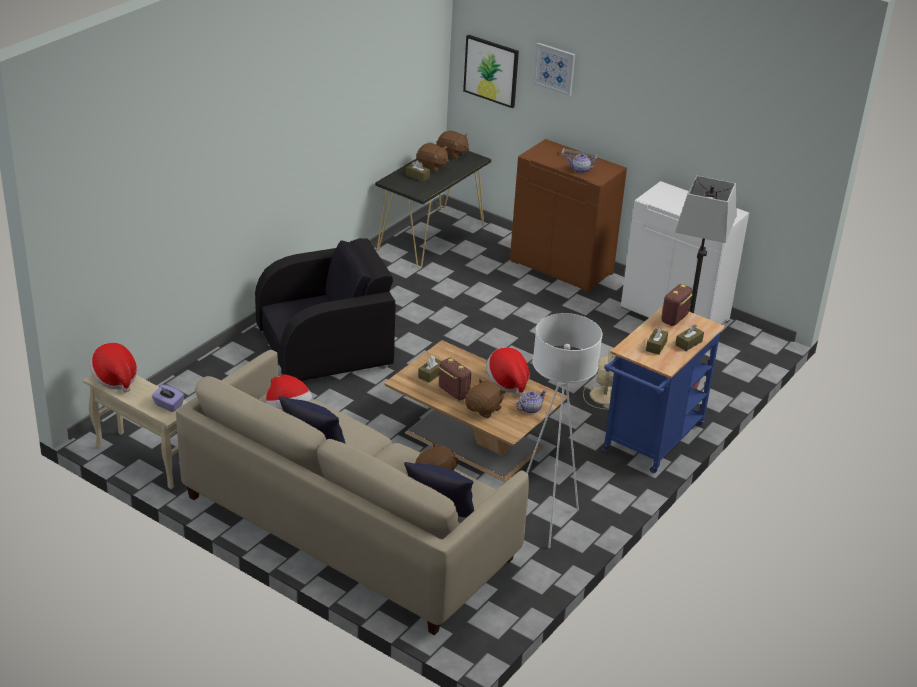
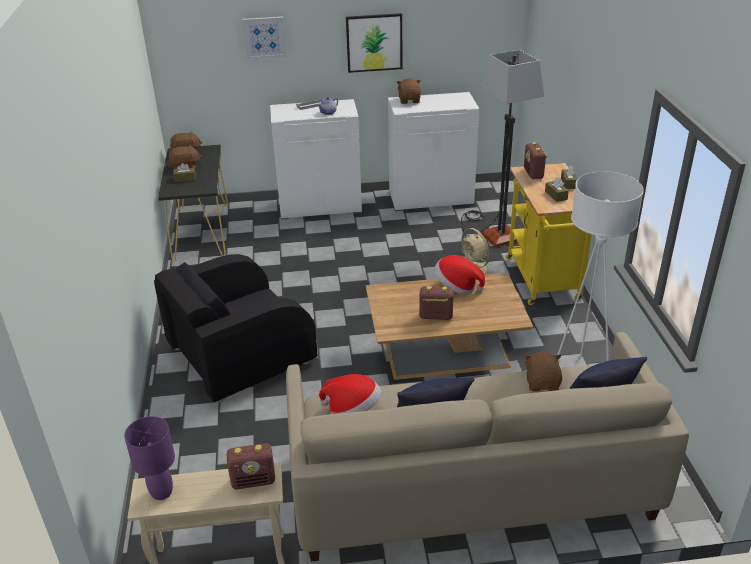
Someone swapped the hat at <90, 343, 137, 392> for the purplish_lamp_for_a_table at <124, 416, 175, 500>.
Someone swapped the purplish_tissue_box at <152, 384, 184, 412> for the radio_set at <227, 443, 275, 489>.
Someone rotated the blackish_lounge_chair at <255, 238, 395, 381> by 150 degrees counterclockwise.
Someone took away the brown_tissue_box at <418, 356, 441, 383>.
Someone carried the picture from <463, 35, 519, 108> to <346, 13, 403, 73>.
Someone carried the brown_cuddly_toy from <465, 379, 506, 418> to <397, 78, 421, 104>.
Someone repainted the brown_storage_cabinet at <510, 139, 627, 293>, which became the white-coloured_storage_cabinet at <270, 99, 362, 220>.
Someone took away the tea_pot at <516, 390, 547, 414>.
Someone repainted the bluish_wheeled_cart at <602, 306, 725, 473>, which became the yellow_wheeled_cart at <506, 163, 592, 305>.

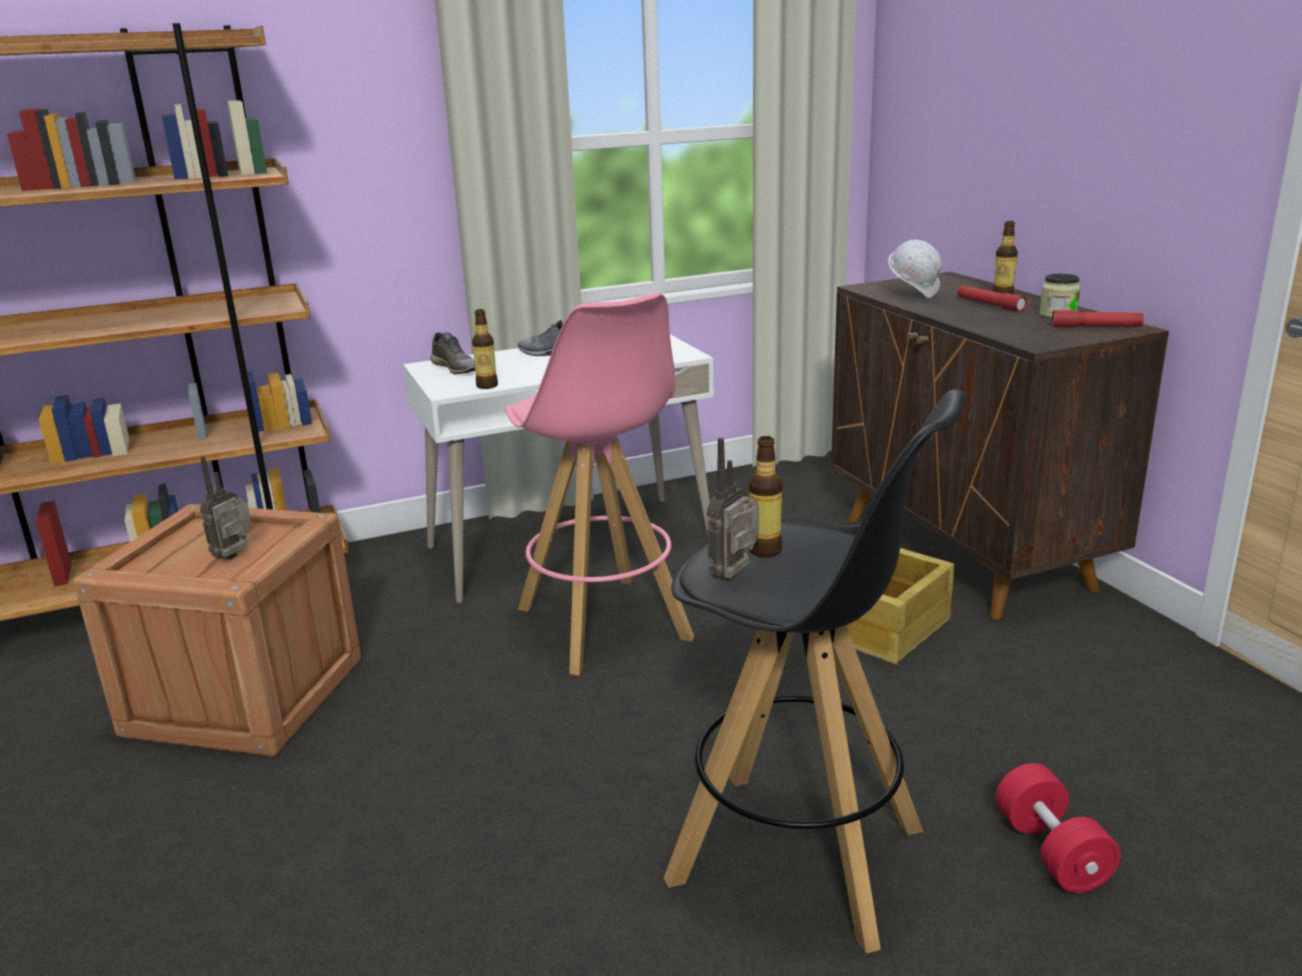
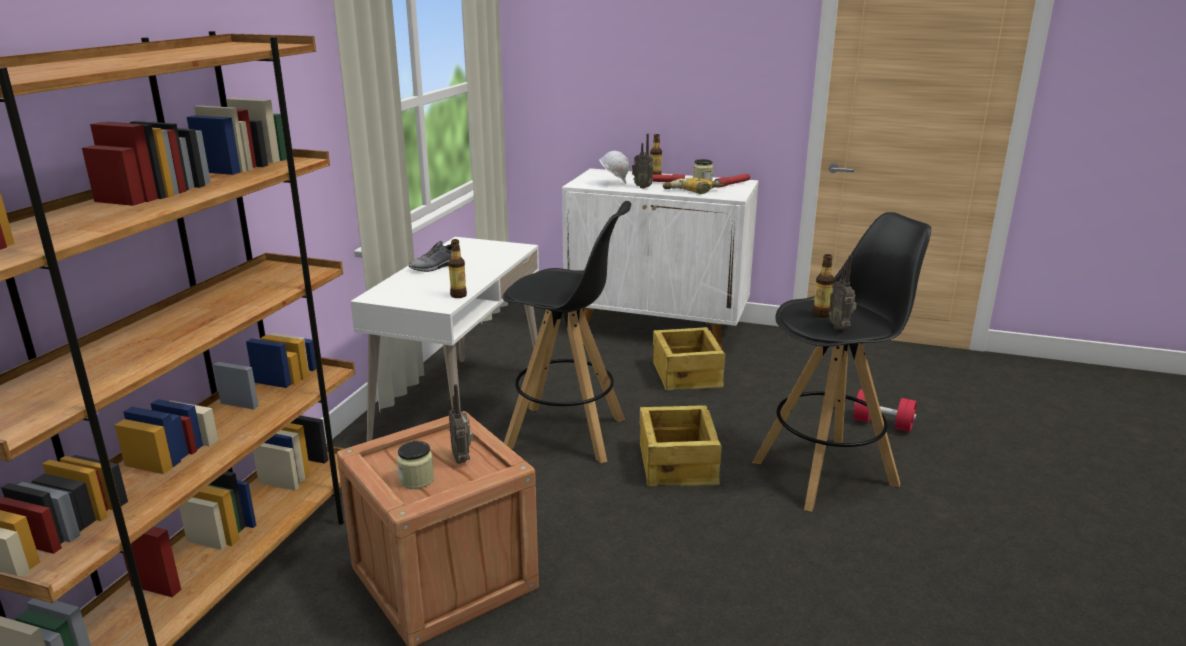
Someone took away the gray_item_of_footwear at <430, 332, 476, 374>.
Someone repainted the pink-coloured_stool at <505, 293, 694, 676>, which became the blackish_stool at <503, 201, 631, 463>.
Someone repainted the brown_storage_cabinet at <831, 272, 1169, 619>, which became the white-coloured_storage_cabinet at <562, 168, 759, 350>.
Someone put down the jar at <397, 441, 434, 489>.
Someone put down the radio_set at <632, 134, 653, 188>.
Someone put down the crate at <640, 405, 722, 486>.
Someone put down the power_drill at <663, 177, 725, 194>.

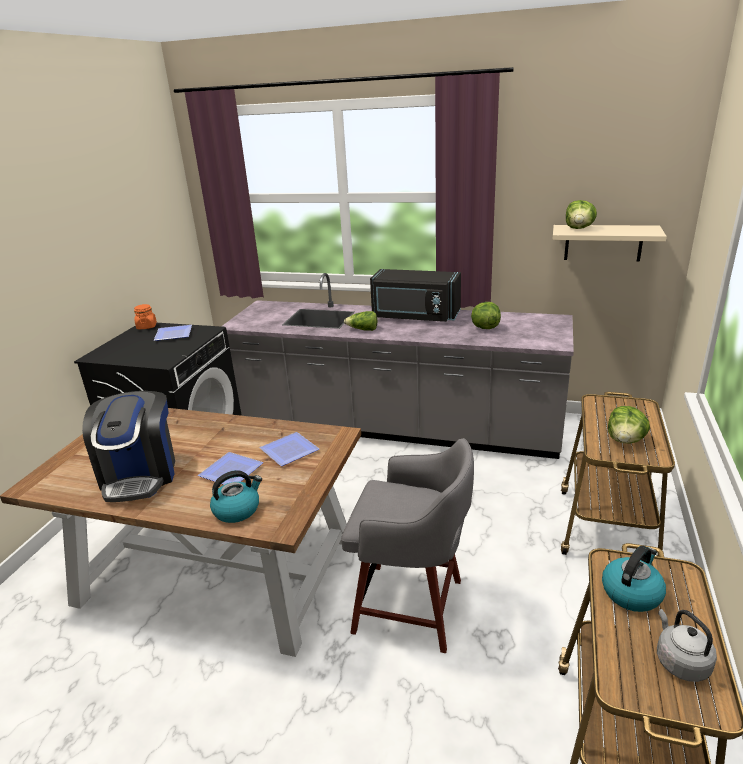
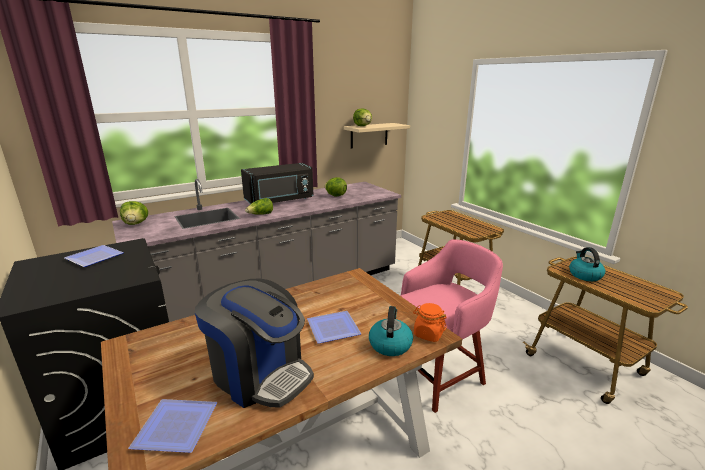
Someone carried the orange_jar from <134, 304, 157, 329> to <413, 303, 447, 342>.
Someone carried the dinner_plate from <259, 432, 319, 466> to <128, 399, 217, 453>.
Someone repainted the gray_stool at <341, 438, 474, 653>, which became the pink-coloured_stool at <400, 239, 503, 413>.
Someone carried the lettuce from <608, 406, 650, 444> to <120, 201, 148, 225>.
Someone took away the gray_water_kettle at <657, 609, 717, 682>.

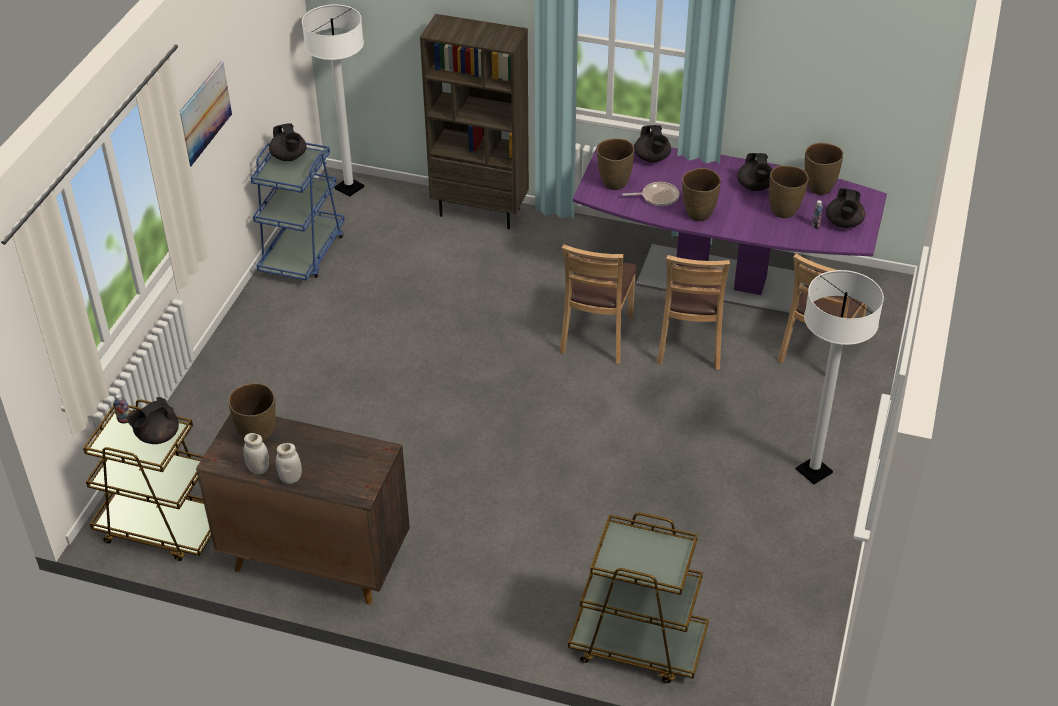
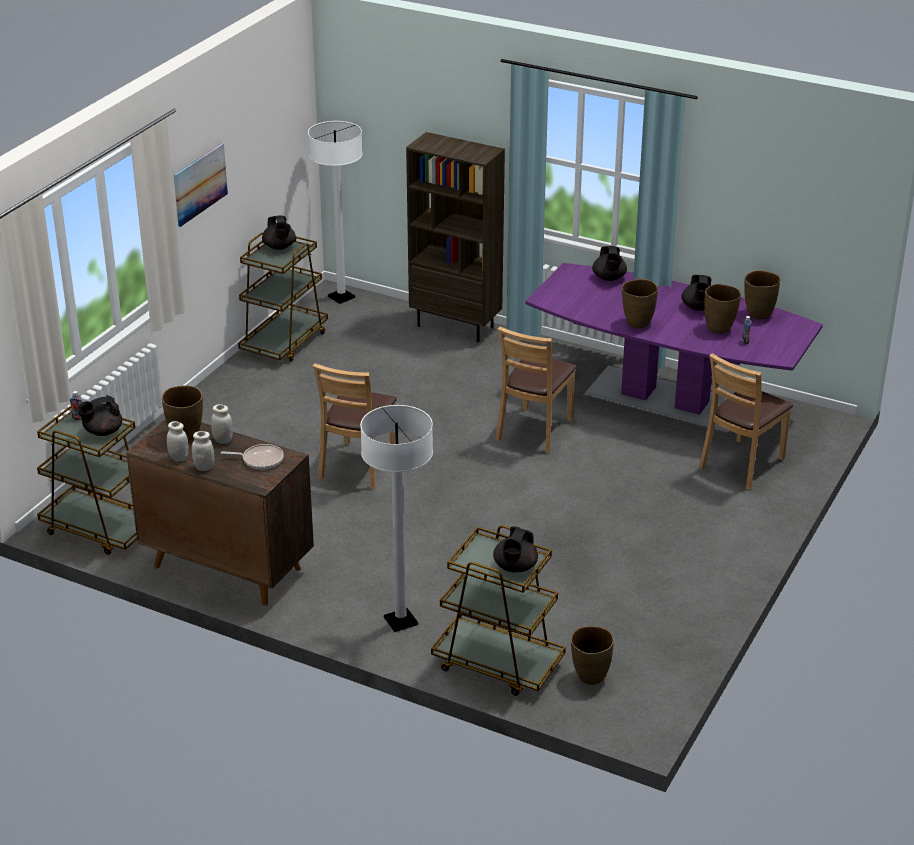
Someone repainted the bluish_wheeled_cart at <250, 143, 345, 281>, which became the brown_wheeled_cart at <238, 232, 328, 362>.
Someone carried the brown_flower_vase from <597, 139, 634, 190> to <571, 626, 614, 685>.
Someone carried the pan from <622, 182, 680, 206> to <221, 444, 284, 469>.
Someone carried the brown_upright_chair from <657, 255, 730, 370> to <313, 363, 397, 490>.
Someone carried the white-coloured_standing_lamp from <796, 270, 884, 484> to <360, 405, 433, 632>.
Someone carried the blackish_tea_pot from <826, 188, 865, 228> to <493, 526, 538, 572>.
Someone put down the white-coloured_jar at <211, 404, 233, 444>.

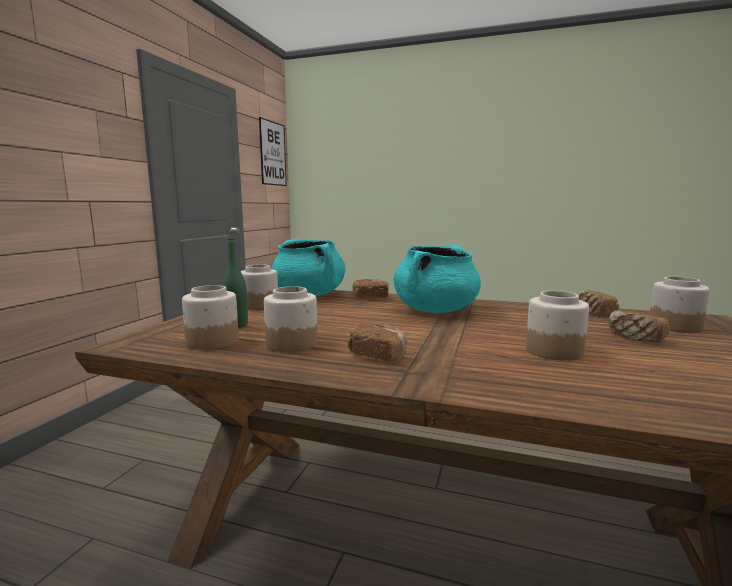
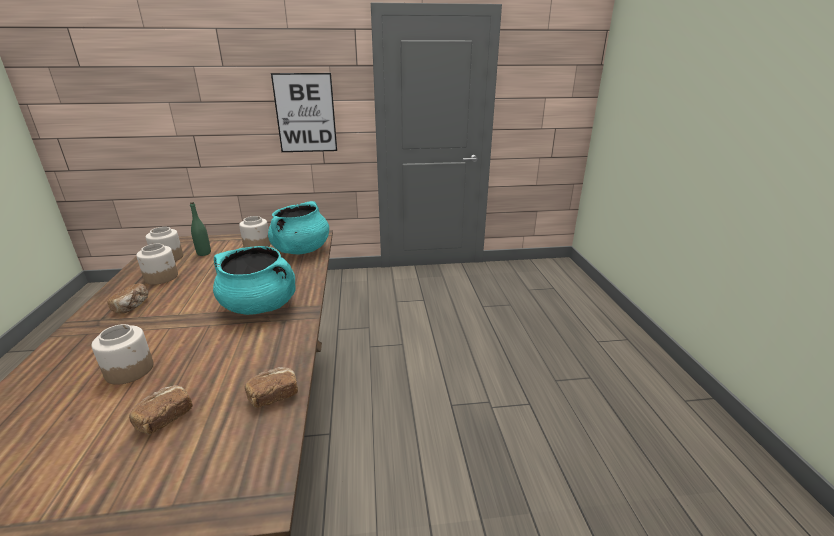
Someone carried the picture from <259, 117, 287, 186> to <271, 73, 337, 152>.
Someone took away the bakery_bread at <353, 279, 389, 298>.
Someone took away the jar at <650, 276, 710, 333>.

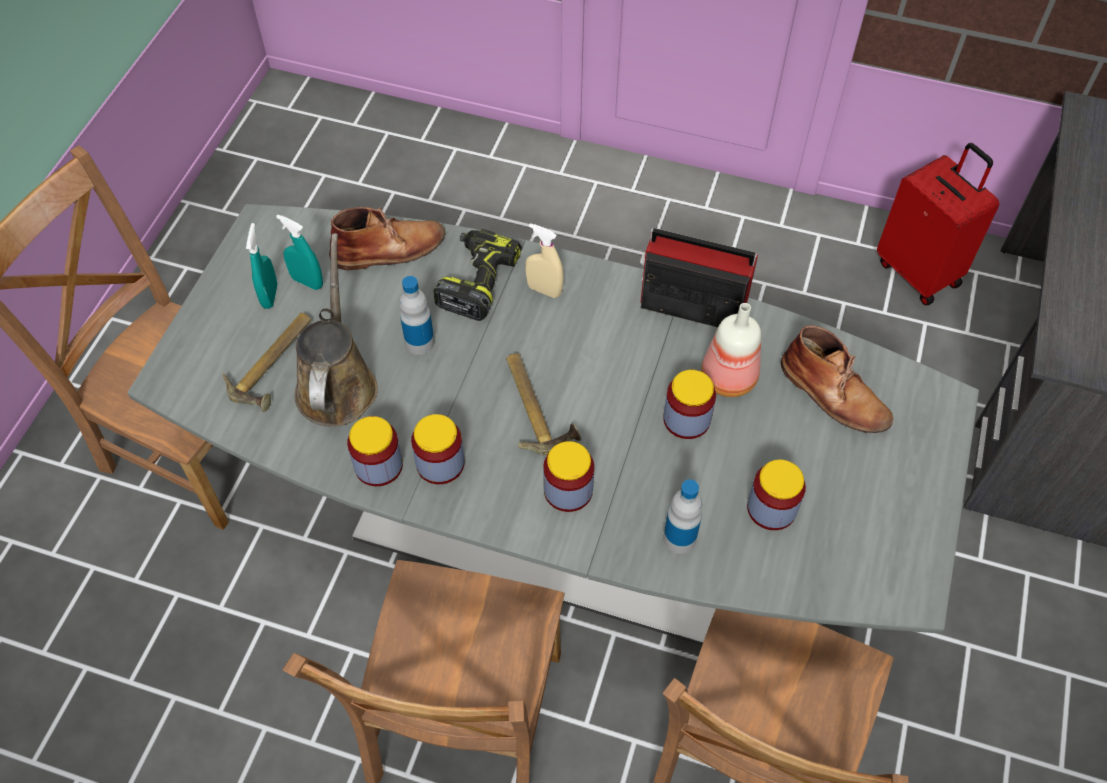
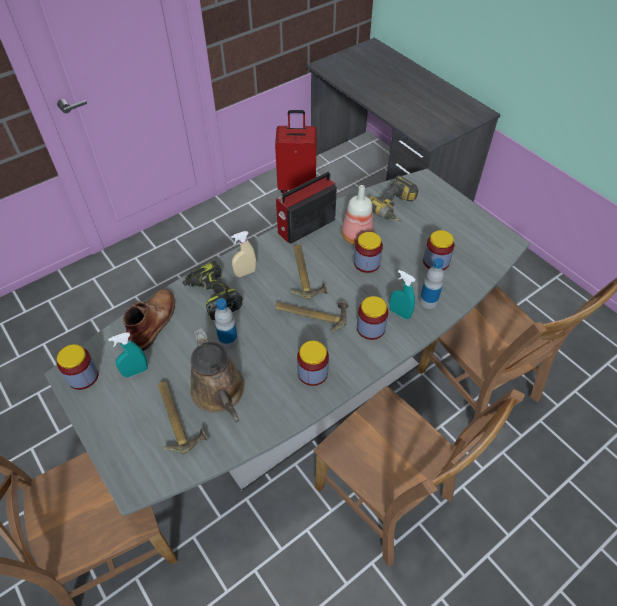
Someone carried the turquoise_spray_bottle from <246, 223, 277, 309> to <389, 270, 416, 319>.
Someone rotated the brown_watering_can at <295, 233, 378, 427> by 150 degrees counterclockwise.
Someone carried the jar from <347, 416, 403, 486> to <57, 344, 99, 390>.
Someone swapped the brown_tall_boot at <781, 325, 893, 433> for the power_drill at <368, 175, 418, 222>.
Someone put down the hammer at <291, 245, 328, 299>.

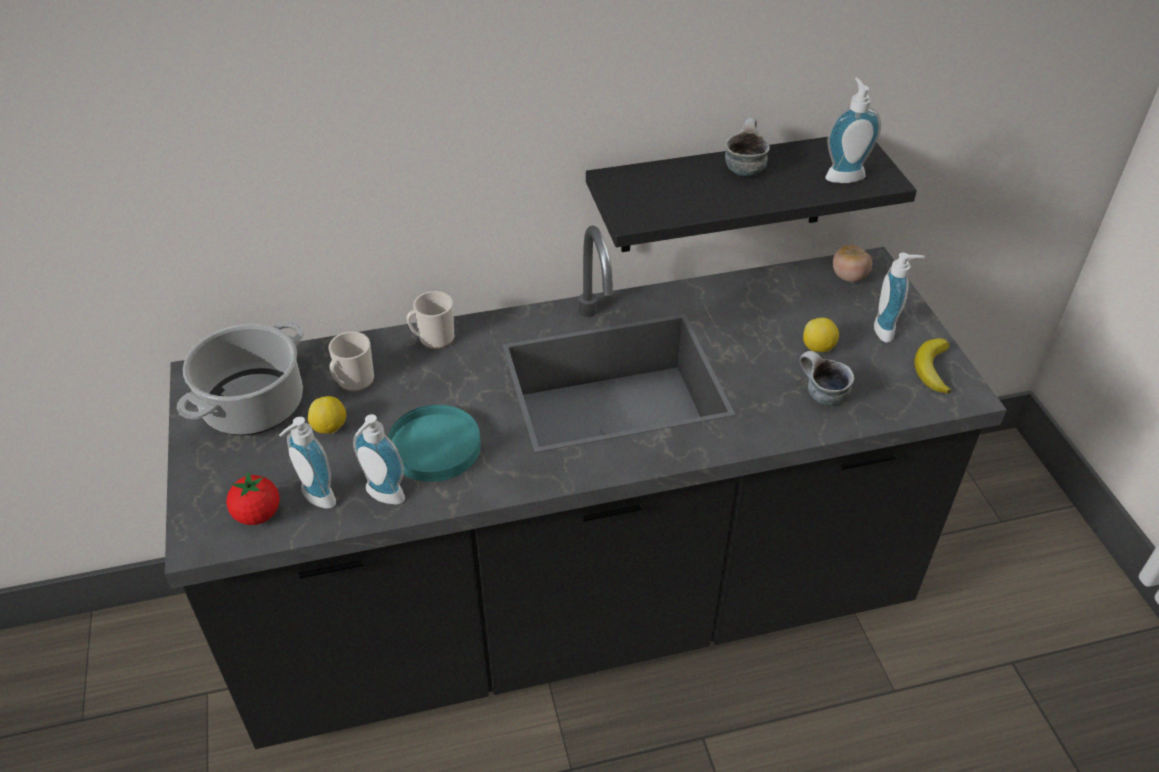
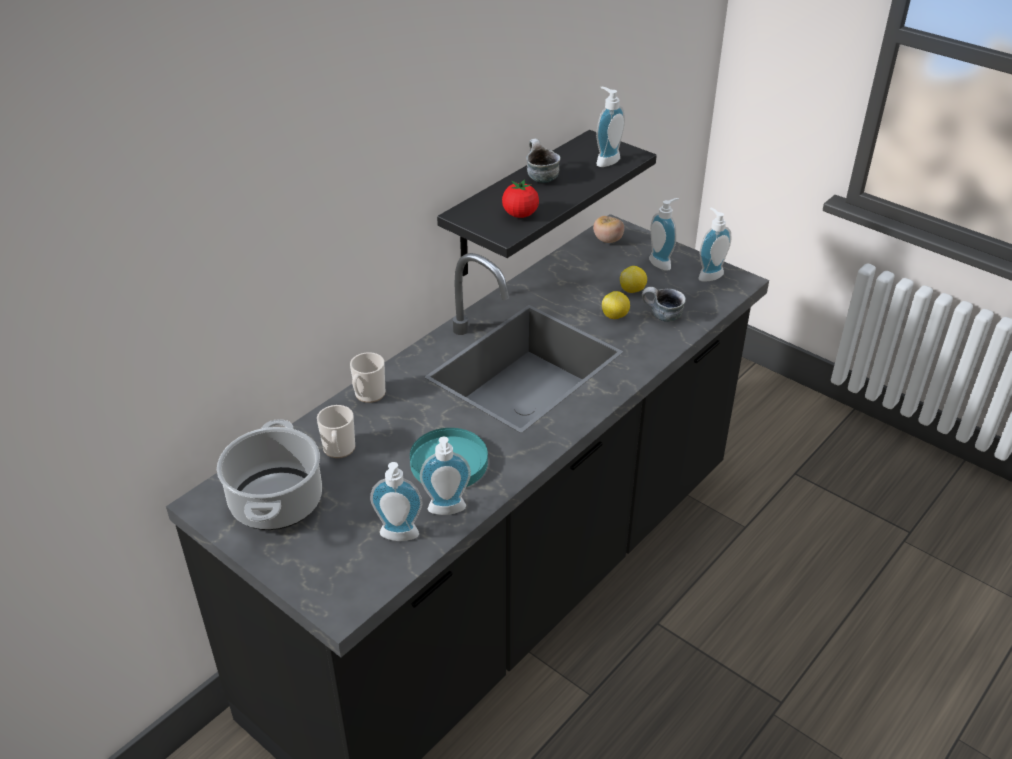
Someone carried the tomato from <226, 472, 280, 525> to <502, 179, 539, 218>.
Someone carried the lemon from <308, 396, 346, 434> to <602, 291, 630, 319>.
Someone swapped the banana_fruit at <914, 338, 952, 394> for the liquid_soap_bottle at <698, 208, 731, 282>.

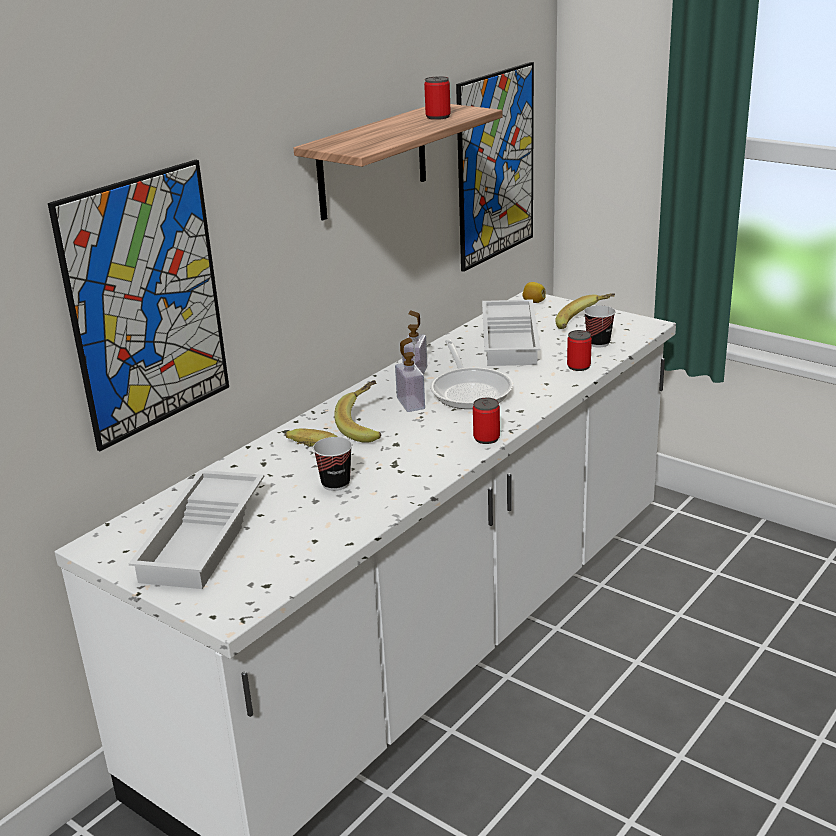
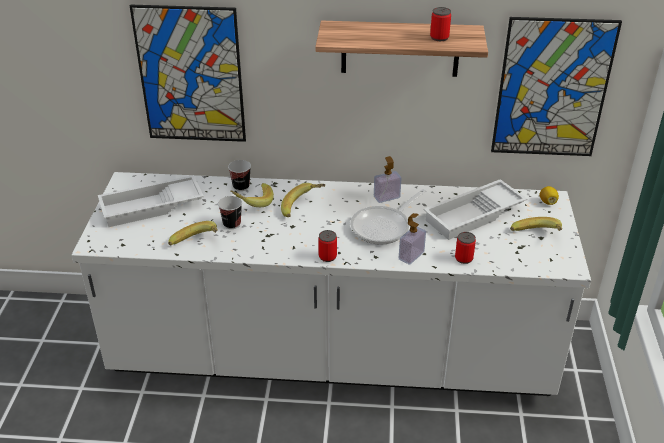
Someone carried the liquid_soap_bottle from <395, 337, 425, 412> to <399, 213, 426, 265>.
Someone carried the small_cup from <584, 305, 615, 347> to <228, 160, 251, 191>.
Someone put down the banana_fruit at <168, 221, 218, 246>.

